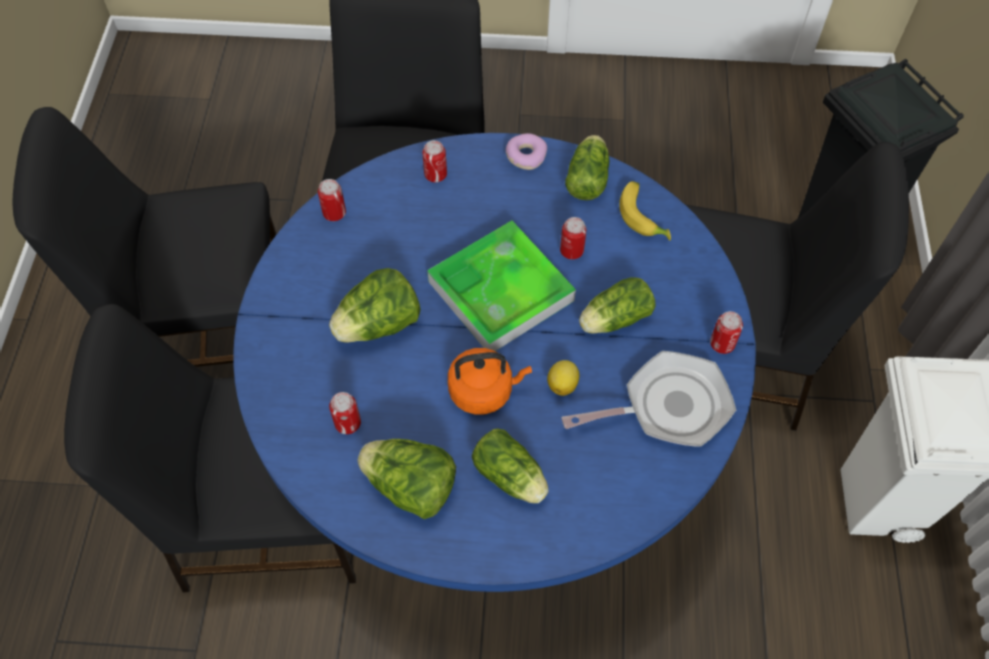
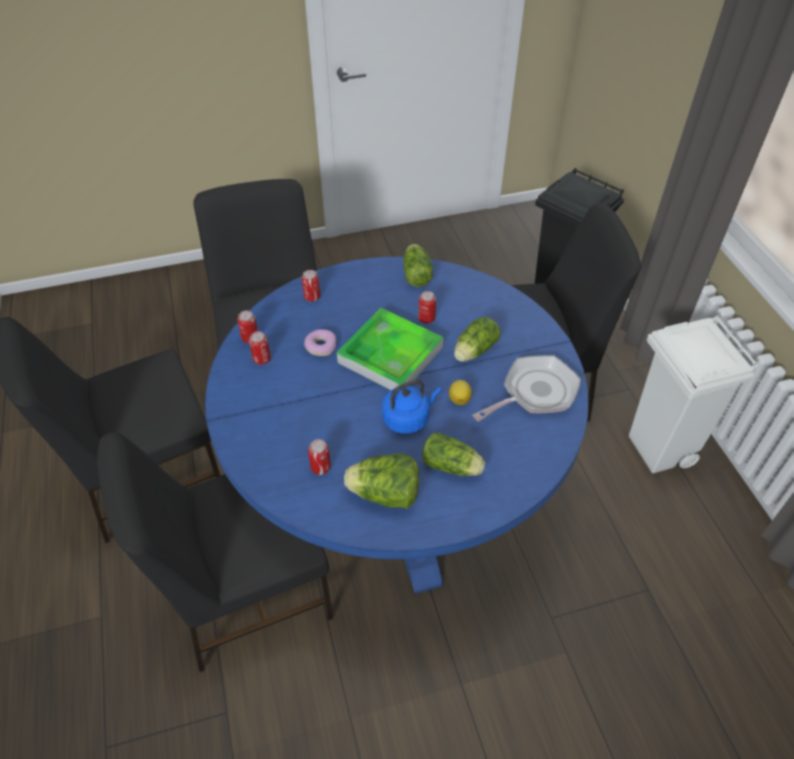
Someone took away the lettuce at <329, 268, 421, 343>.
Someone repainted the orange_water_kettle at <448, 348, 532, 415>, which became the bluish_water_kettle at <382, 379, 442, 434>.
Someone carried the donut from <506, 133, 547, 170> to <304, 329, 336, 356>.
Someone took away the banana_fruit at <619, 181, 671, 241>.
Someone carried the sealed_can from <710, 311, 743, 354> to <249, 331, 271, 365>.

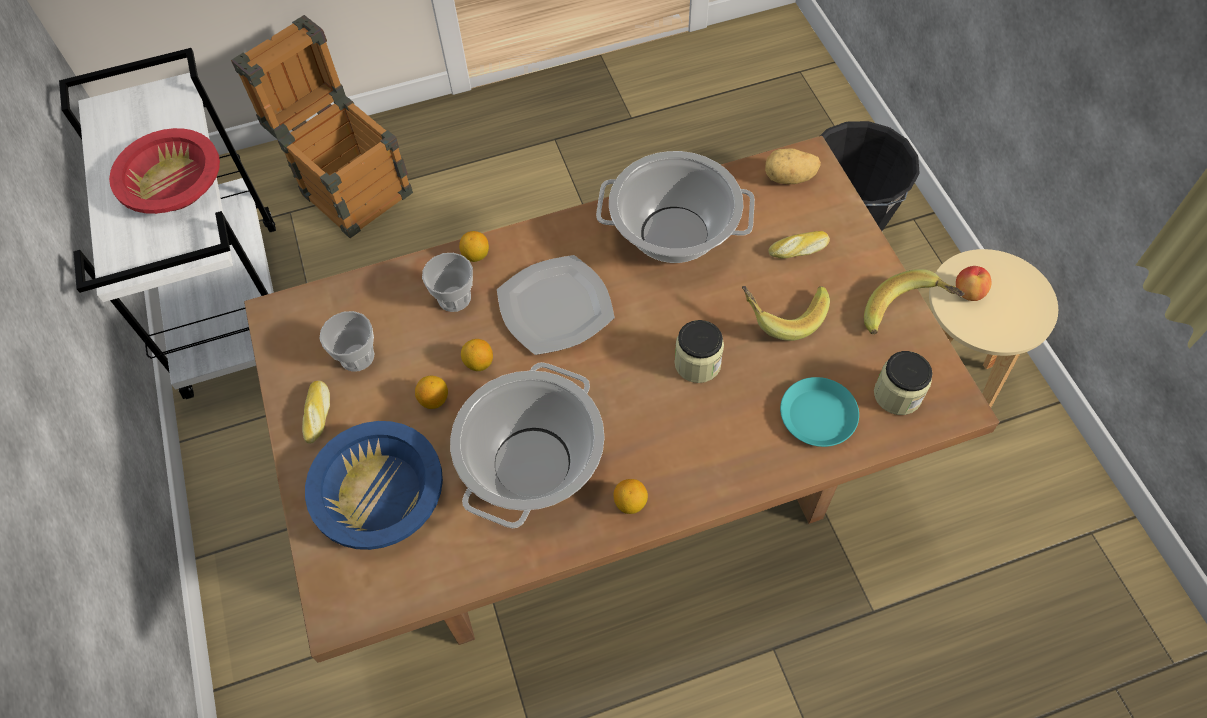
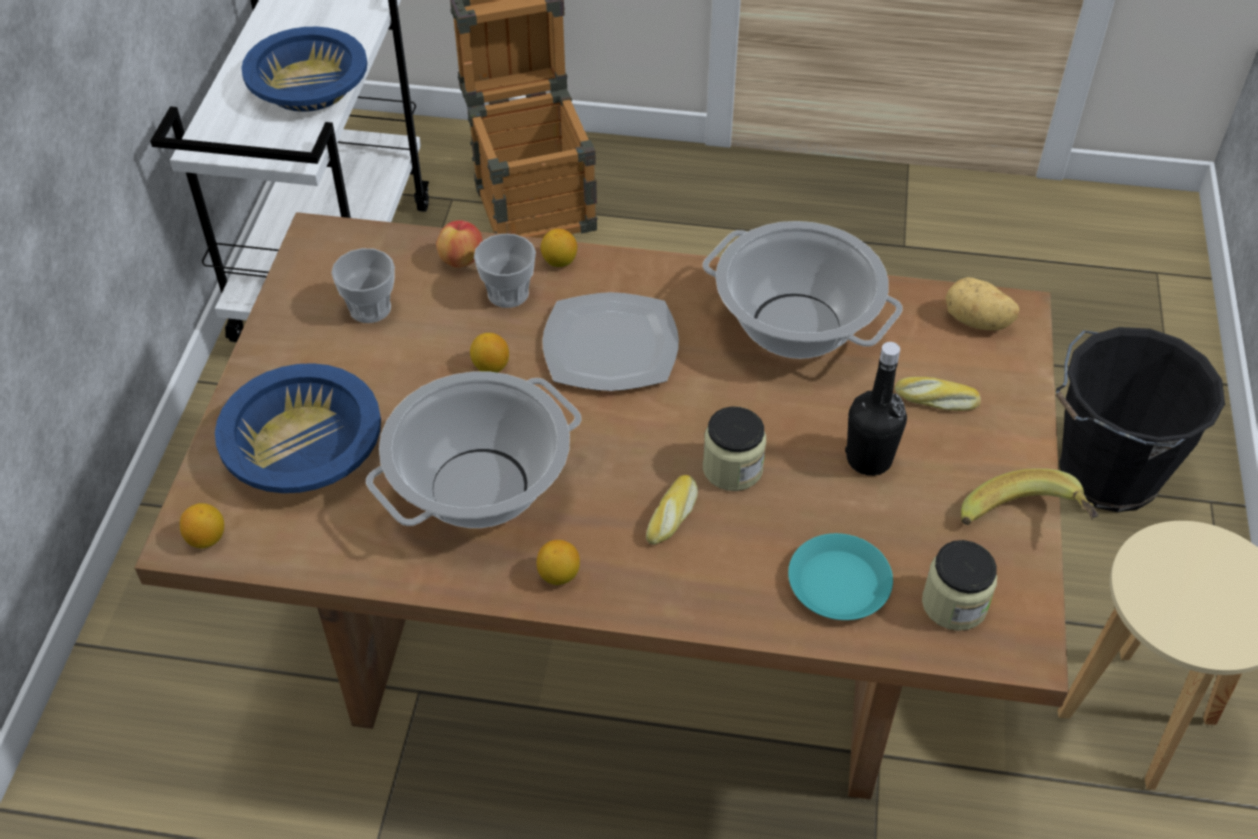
Someone repainted the red_bowl at <109, 128, 220, 214>, which became the bluish_bowl at <242, 27, 367, 112>.
Someone carried the bakery_bread from <302, 381, 330, 444> to <646, 475, 698, 545>.
Someone carried the lemon from <415, 376, 448, 409> to <180, 503, 224, 548>.
Someone swapped the banana_fruit at <742, 286, 830, 341> for the blackish_bottle at <845, 342, 907, 476>.
Someone carried the whole_apple from <956, 266, 991, 301> to <436, 220, 483, 268>.

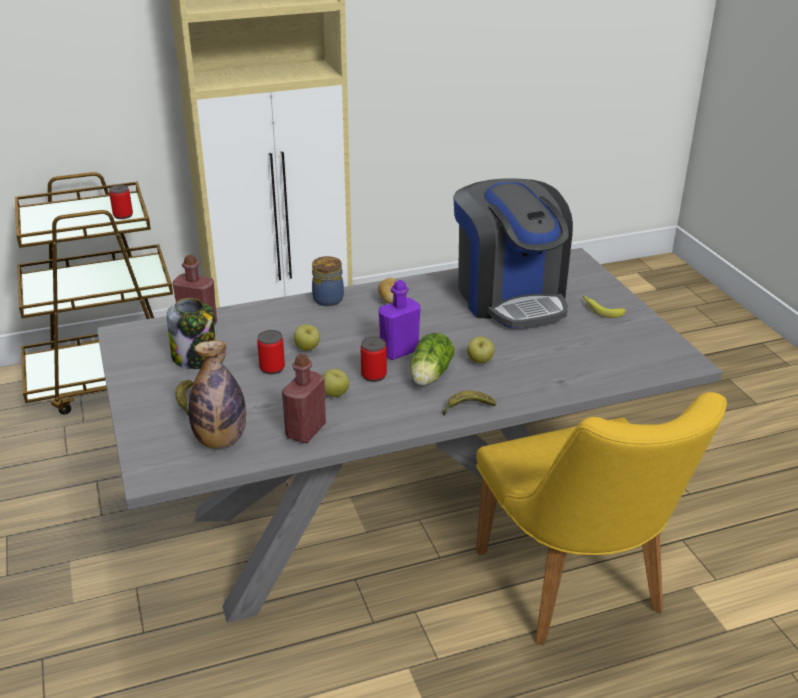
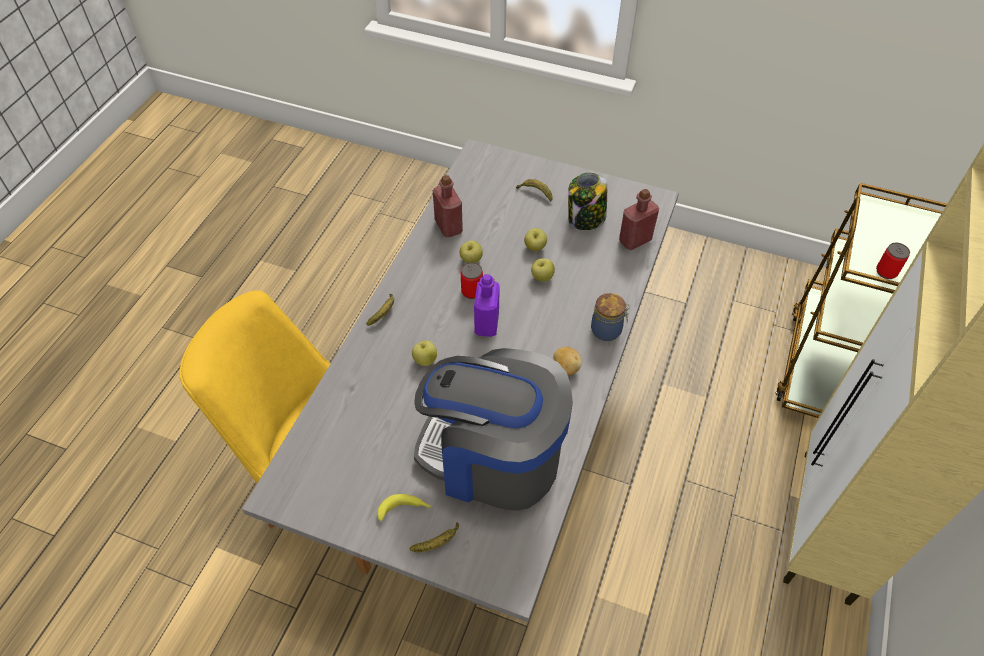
Someone took away the bottle at <189, 341, 246, 449>.
Someone swapped the sealed_can at <257, 330, 285, 374> for the whole_apple at <524, 228, 547, 251>.
Someone took away the lettuce at <410, 333, 455, 385>.
Someone put down the banana_fruit at <410, 522, 459, 552>.

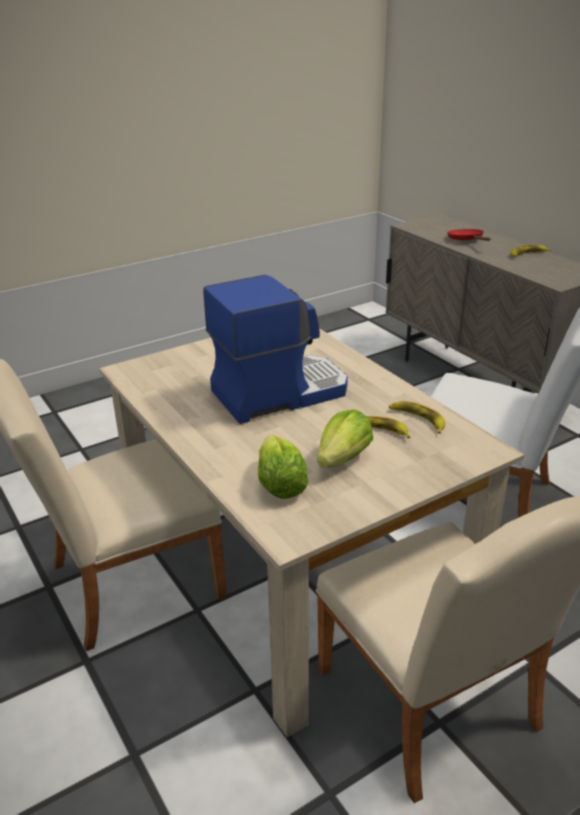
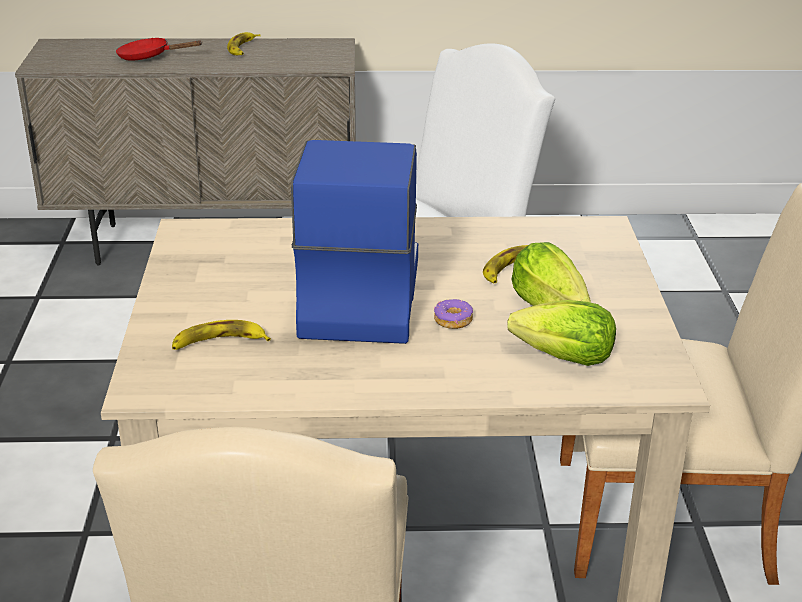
Someone carried the banana_fruit from <389, 401, 446, 434> to <172, 320, 271, 350>.
Someone put down the donut at <434, 299, 473, 329>.

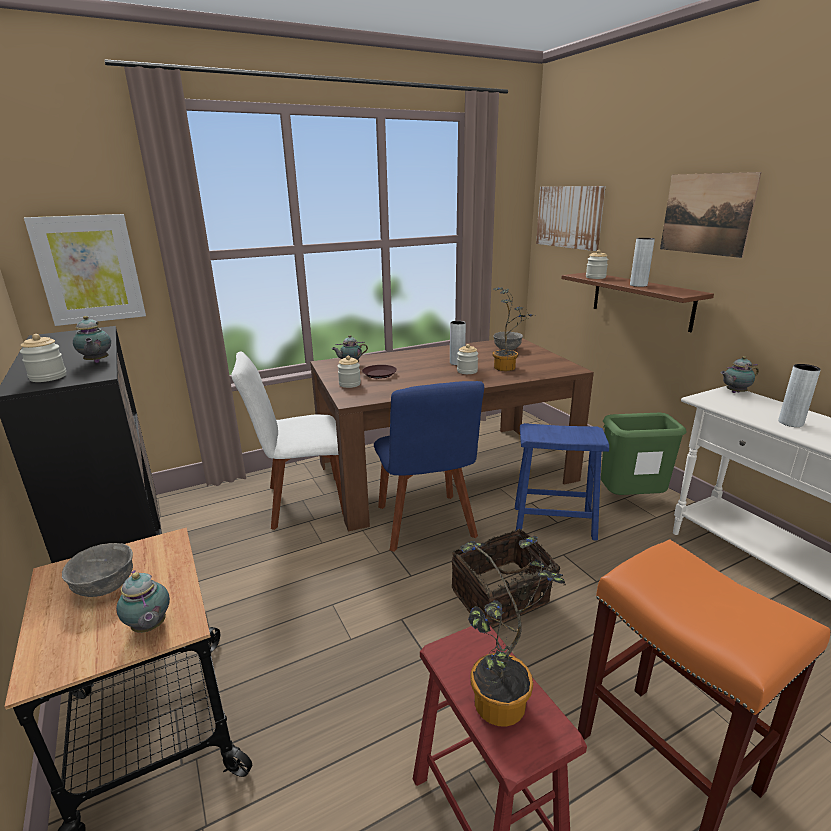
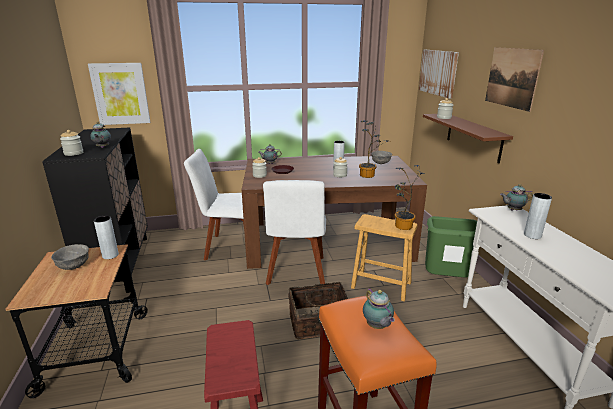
Someone carried the tea_pot from <116, 570, 170, 633> to <363, 288, 395, 329>.
Someone repainted the bluish_upright_chair at <374, 381, 484, 552>, which became the white-coloured_upright_chair at <263, 180, 326, 285>.
Someone carried the plant_in_a_pot from <460, 536, 565, 727> to <394, 165, 424, 230>.
Someone repainted the bluish_stool at <515, 423, 609, 541>, which became the brown_stool at <351, 214, 418, 301>.
Someone carried the gray_flower_vase from <630, 238, 655, 287> to <94, 216, 119, 259>.

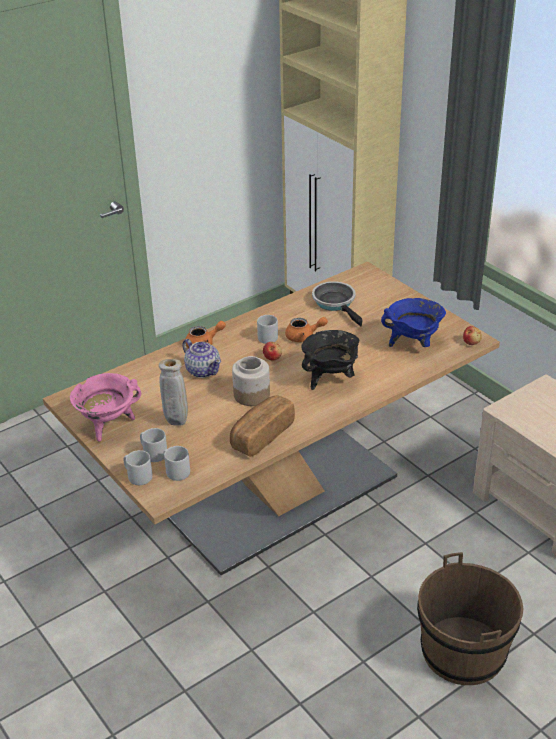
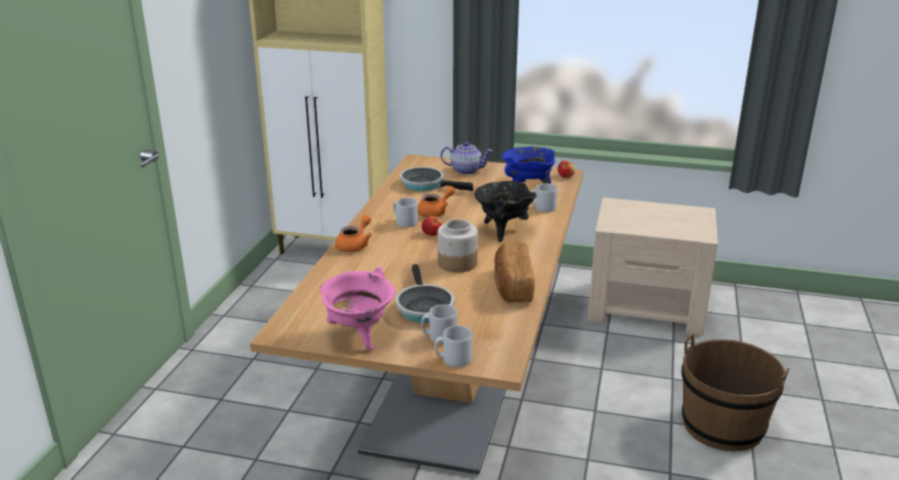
Someone swapped the sand-coloured_flower_vase at <159, 359, 188, 426> for the pan at <396, 264, 454, 323>.
Someone carried the gray_mug from <163, 446, 190, 481> to <531, 184, 557, 212>.
Someone carried the tea_pot from <182, 339, 221, 378> to <440, 142, 493, 175>.

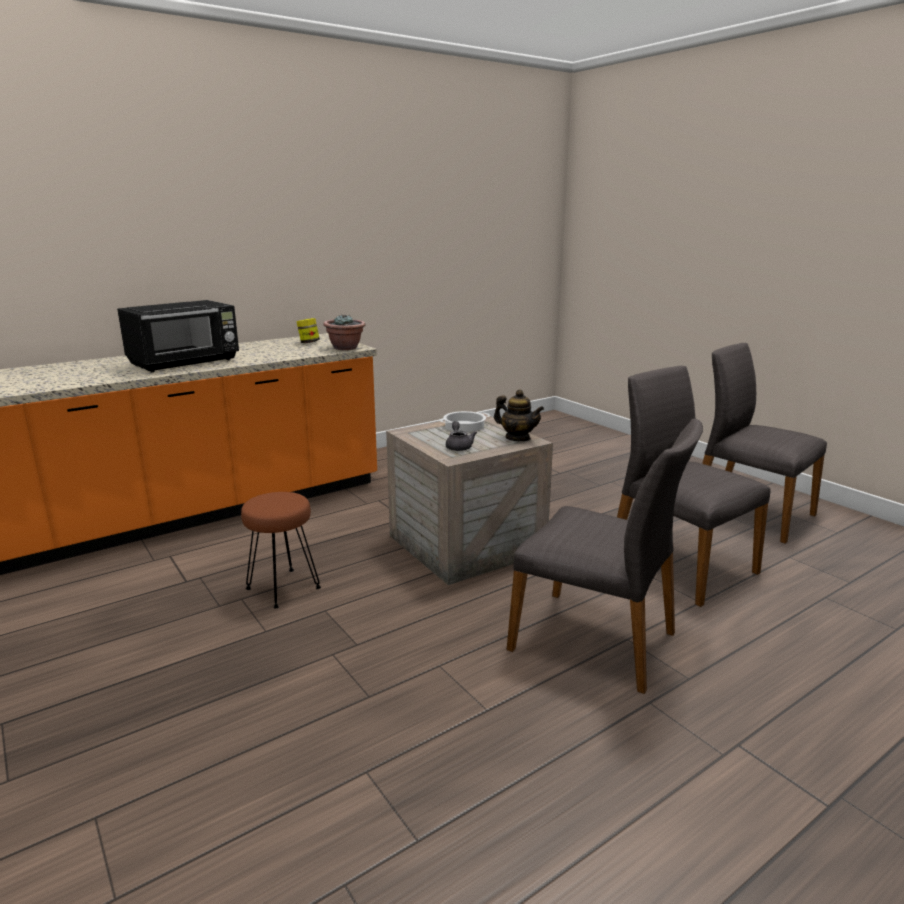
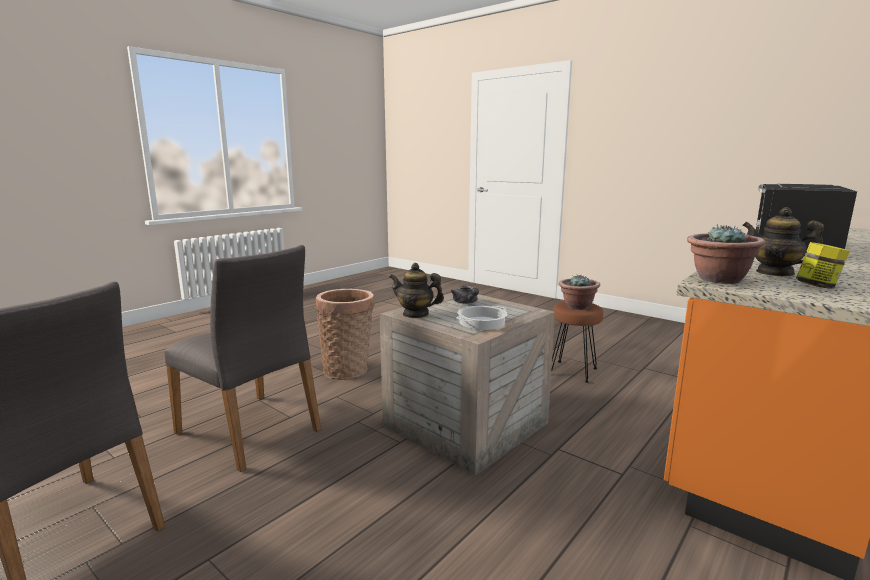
Someone swapped the gray_upright_chair at <507, 419, 703, 694> for the storage_basket at <315, 289, 375, 380>.
Someone put down the plant_in_a_pot at <559, 275, 600, 310>.
Someone put down the tea_pot at <742, 207, 824, 276>.

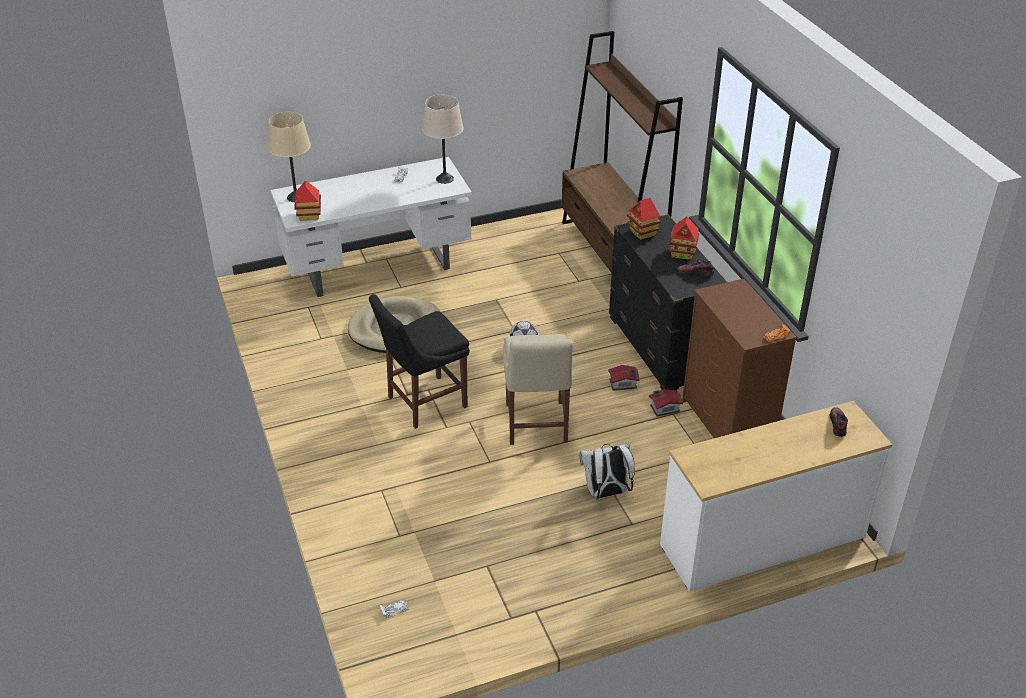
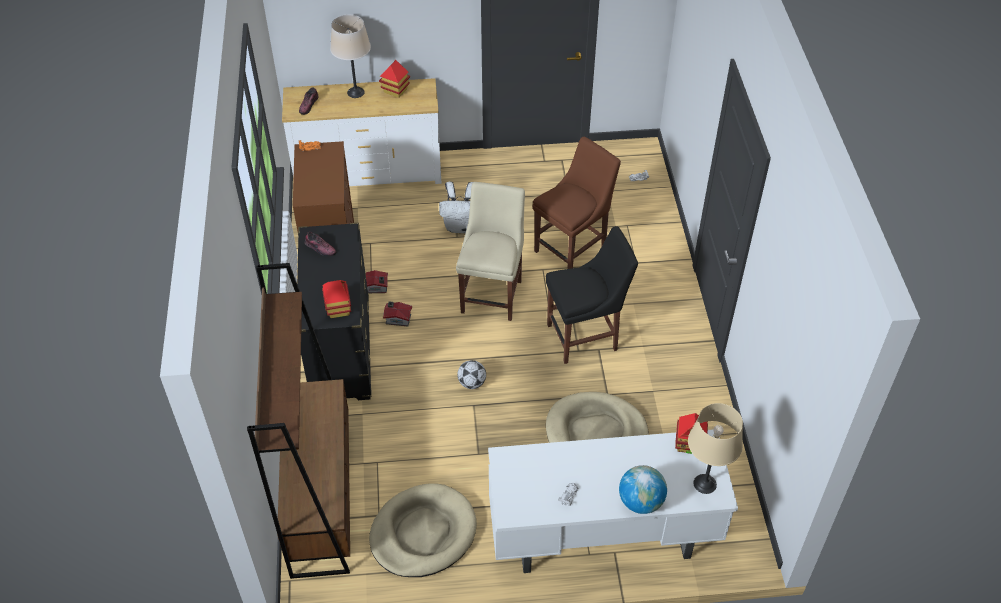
Someone carried the sand-coloured_lamp_for_a_table from <422, 95, 464, 184> to <330, 14, 371, 98>.
Someone carried the toy_house from <669, 217, 699, 260> to <379, 60, 410, 98>.
Someone put down the sand-coloured_pet_bed at <369, 483, 477, 577>.
Someone put down the brown_upright_chair at <533, 137, 621, 269>.
Someone put down the world_globe at <619, 465, 667, 514>.

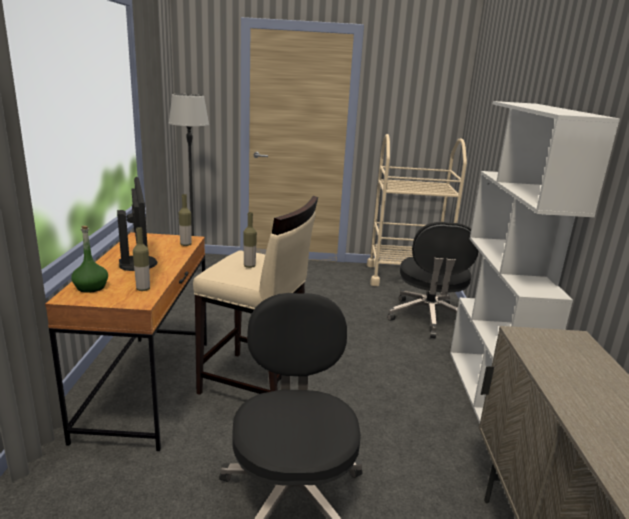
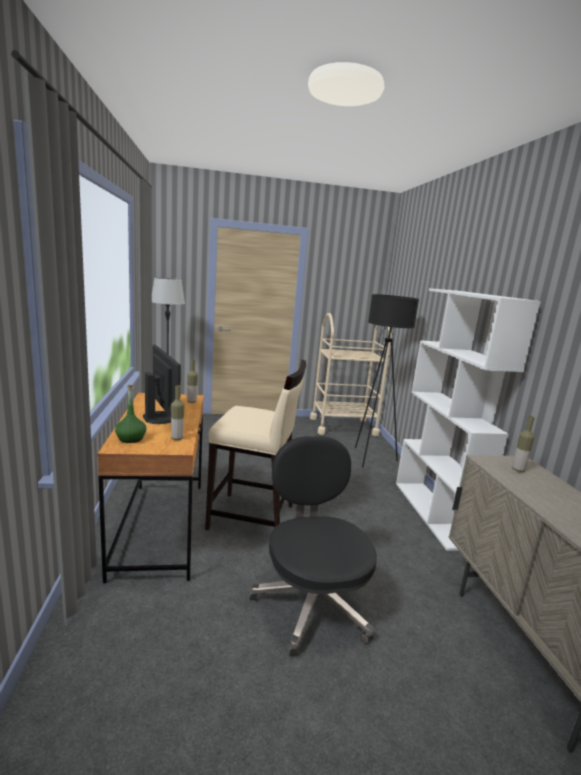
Someone carried the bottle from <243, 212, 257, 268> to <512, 416, 535, 472>.
Someone swapped the blackish_desk_chair at <387, 222, 479, 339> for the blackish_standing_lamp at <355, 294, 419, 467>.

